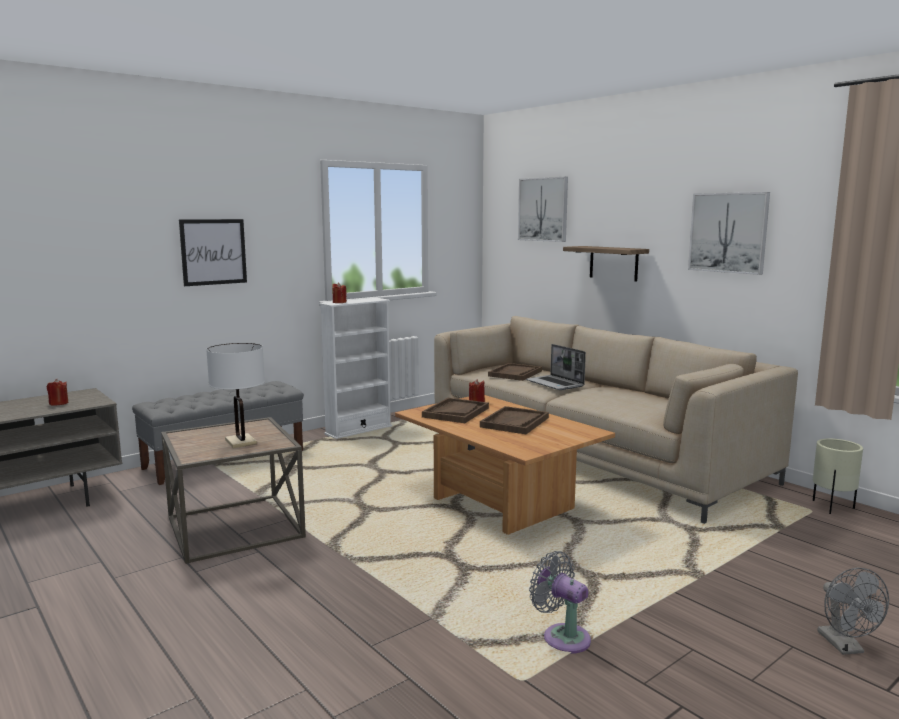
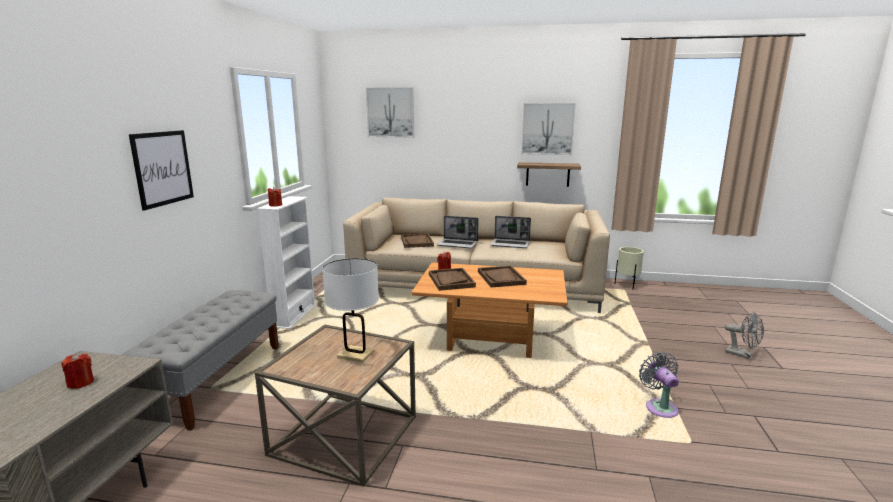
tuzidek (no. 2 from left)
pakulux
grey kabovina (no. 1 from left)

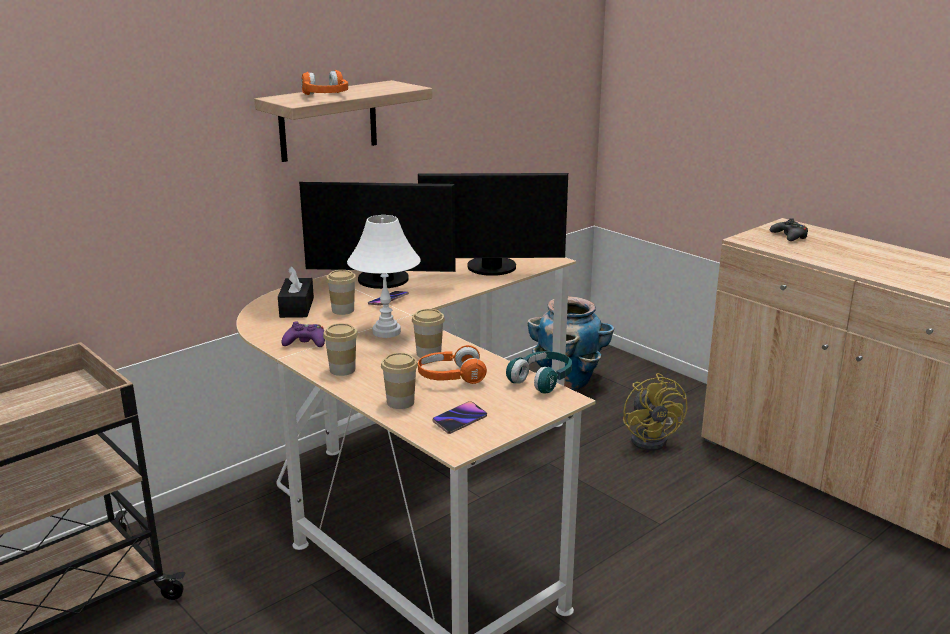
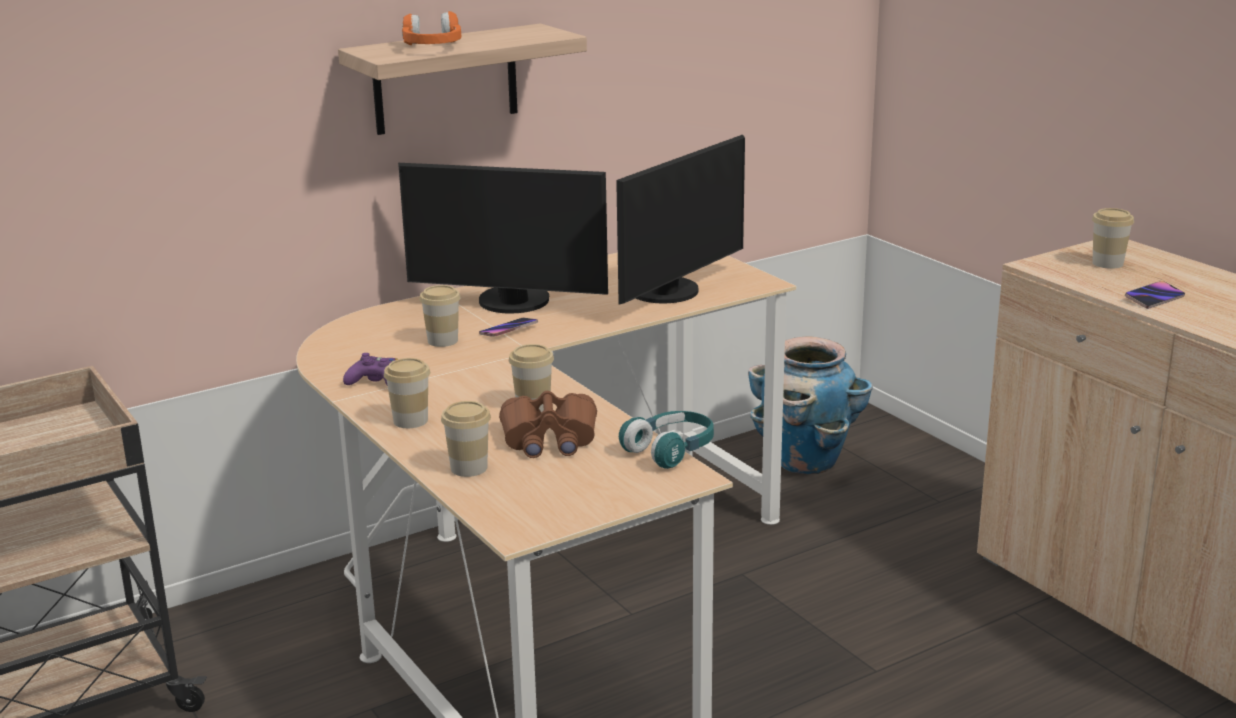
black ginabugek
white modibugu
yellow kabovina
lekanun (no. 2 from left)
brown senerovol
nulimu (no. 5 from left)
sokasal (no. 2 from left)

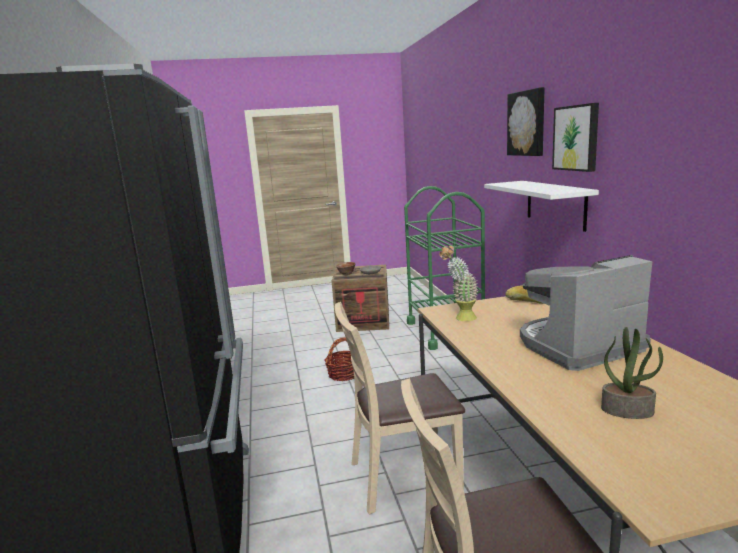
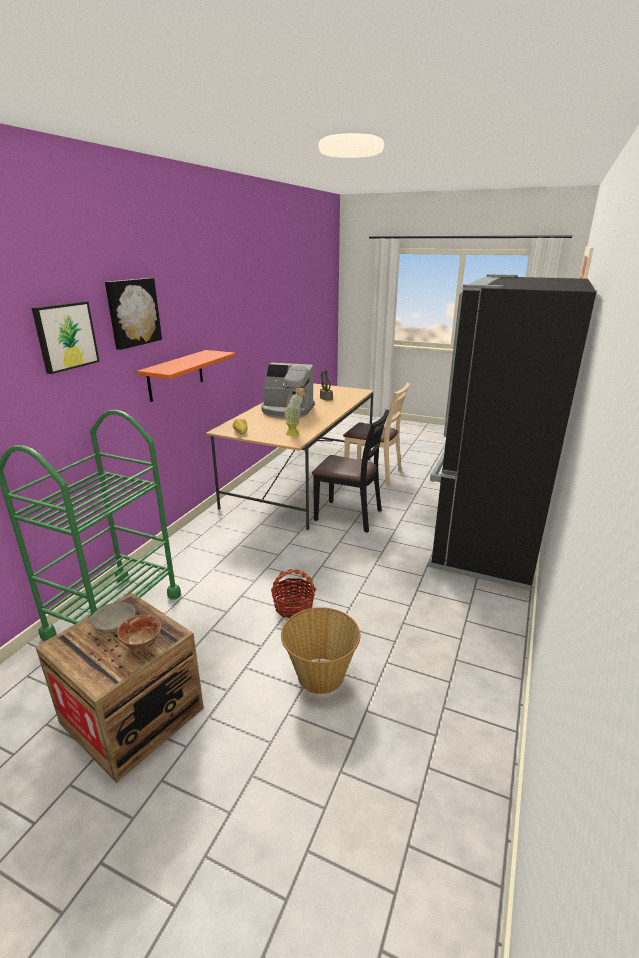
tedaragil (no. 2 from left)
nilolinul (no. 1 from left)
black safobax
orange pakulux

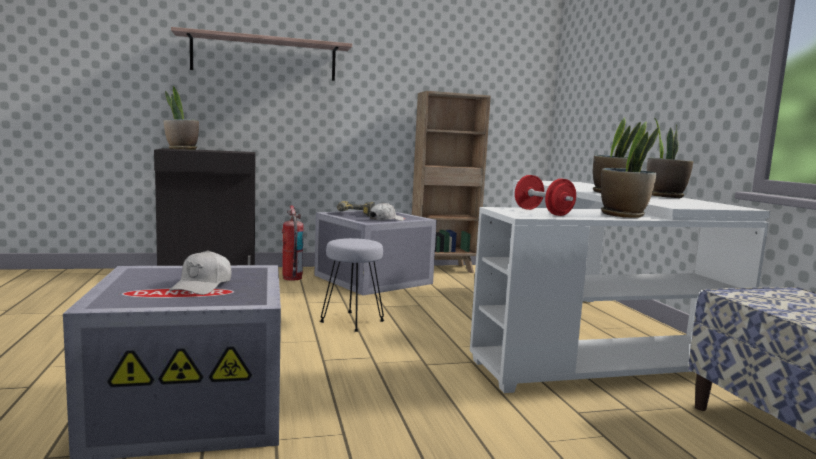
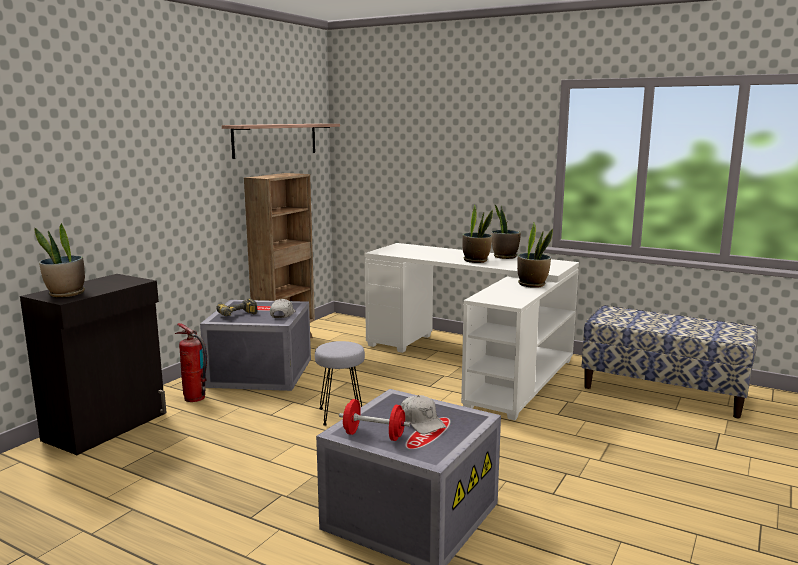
pakulux
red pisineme

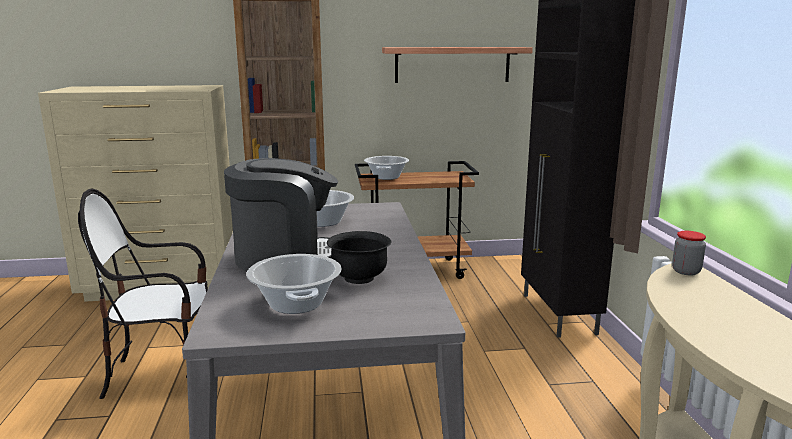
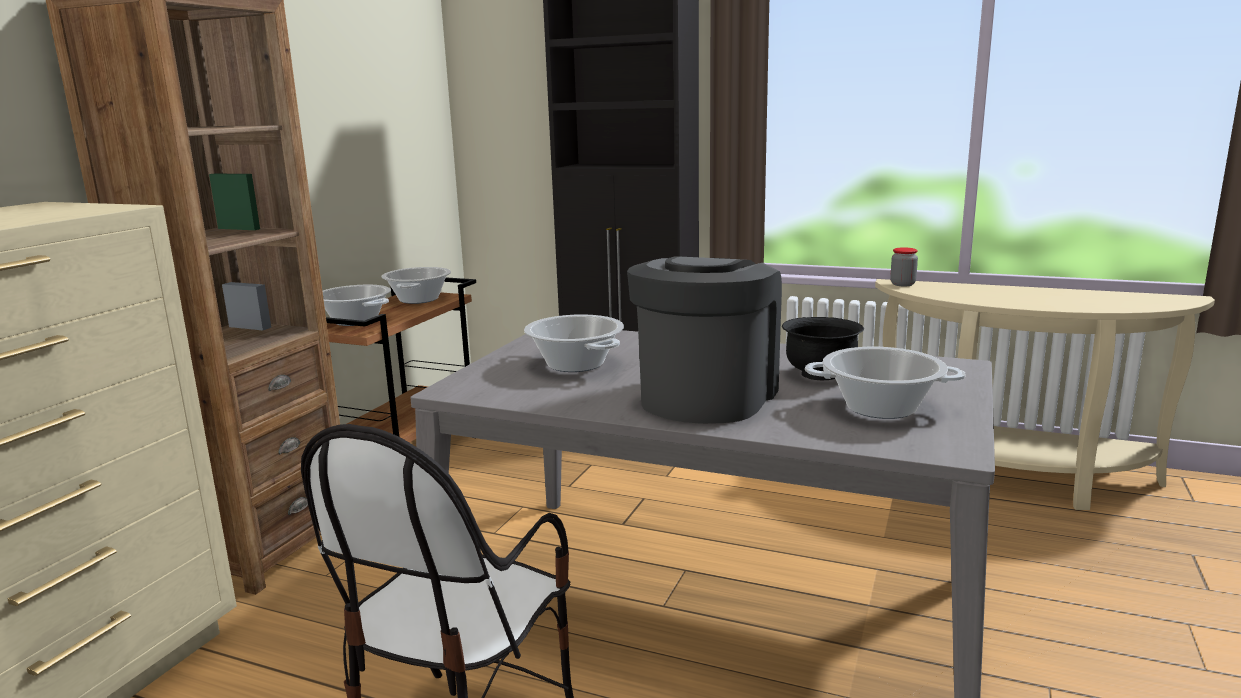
pakulux
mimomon (no. 2 from left)

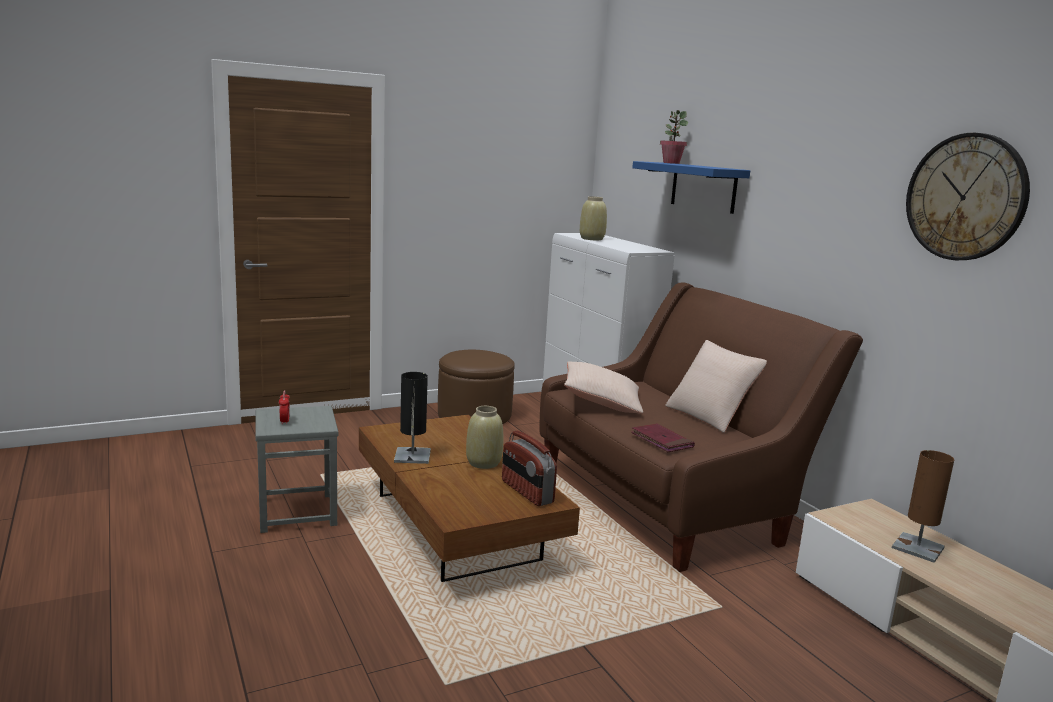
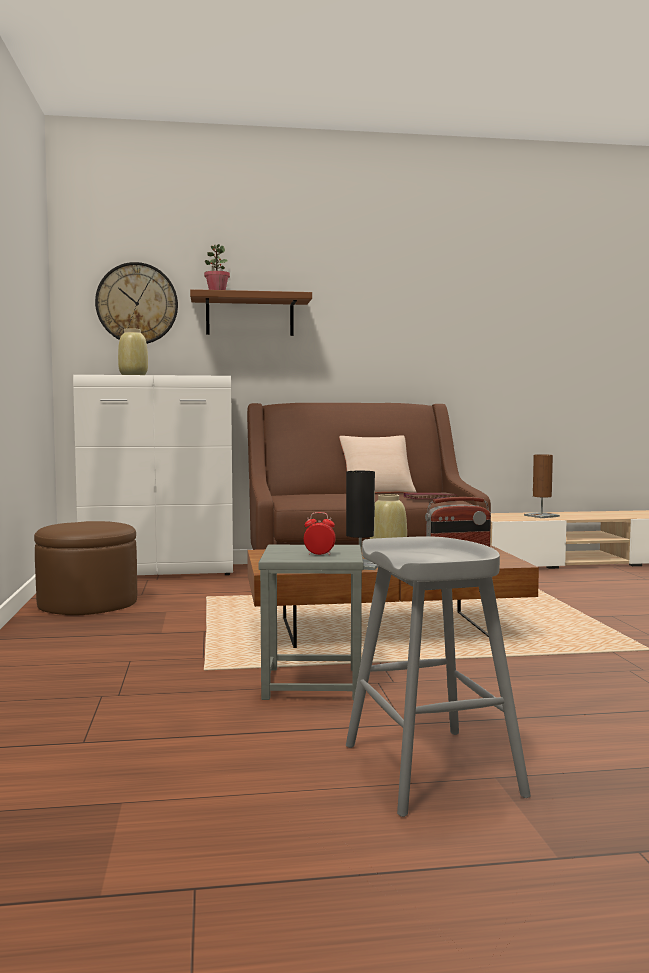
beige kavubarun (no. 1 from left in the first image)
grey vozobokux (no. 2 from left)
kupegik
brown pakulux

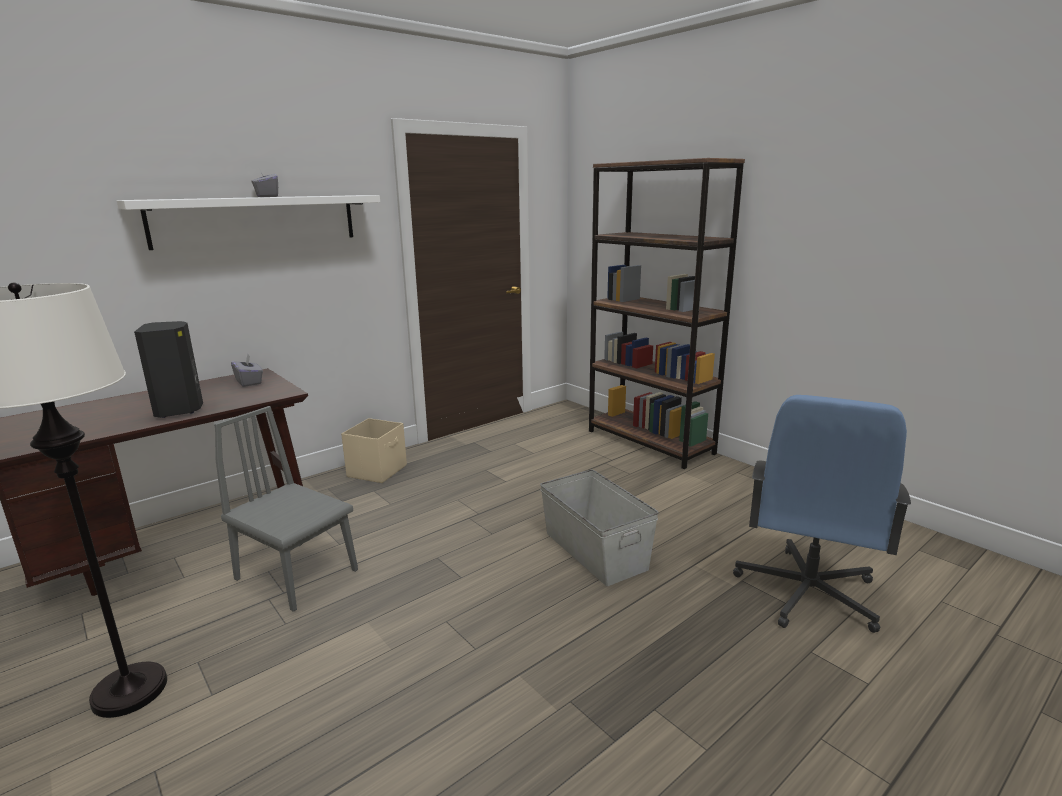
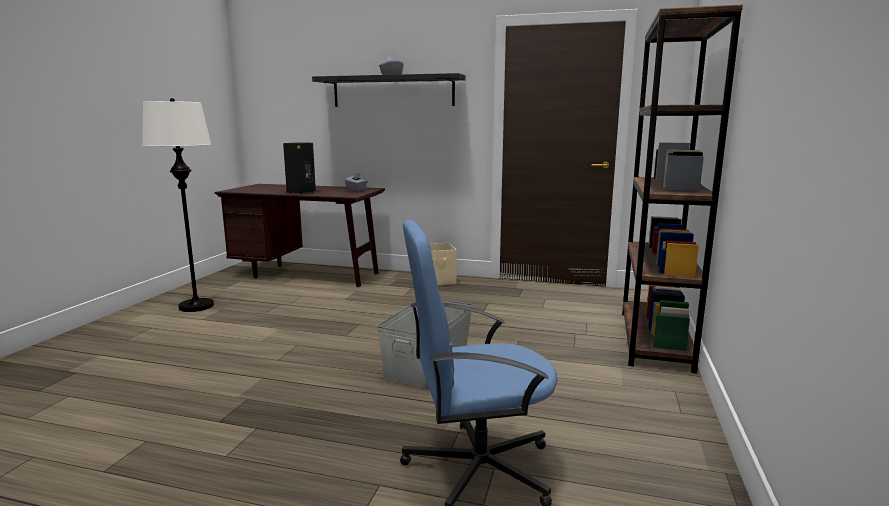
grey safobax
black pakulux

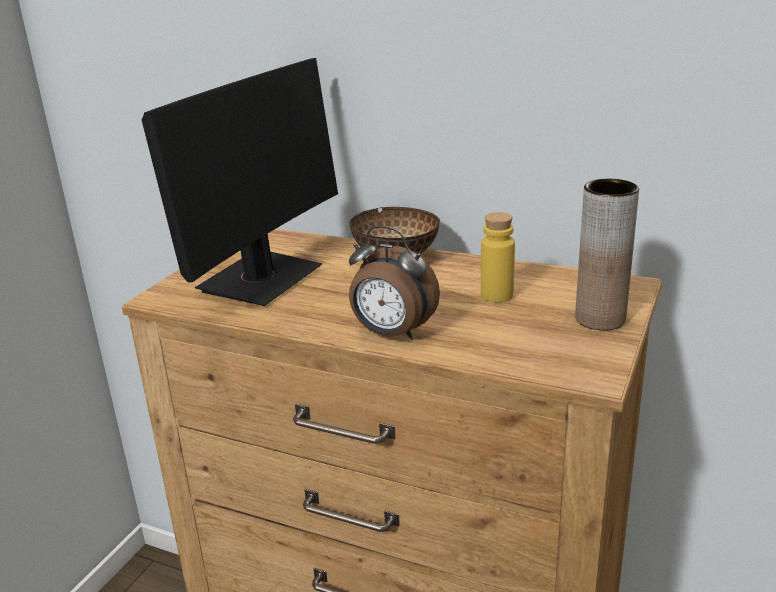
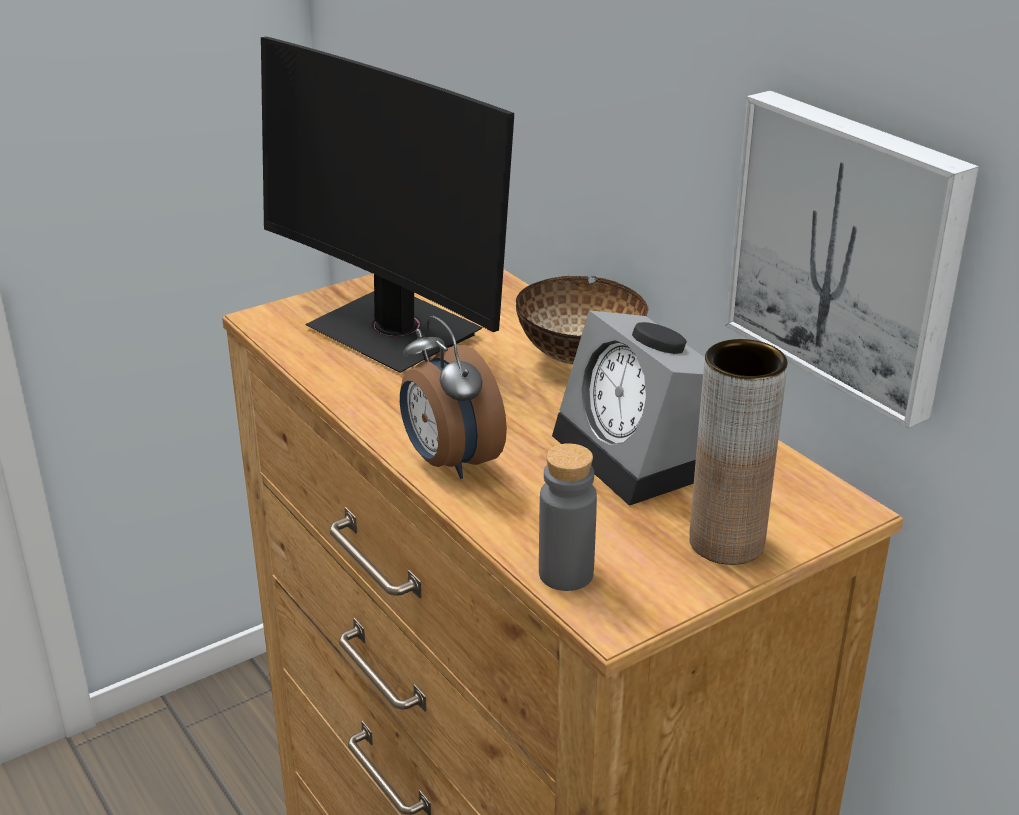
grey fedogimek
nilolinul
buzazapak (no. 2 from left)
sokasal

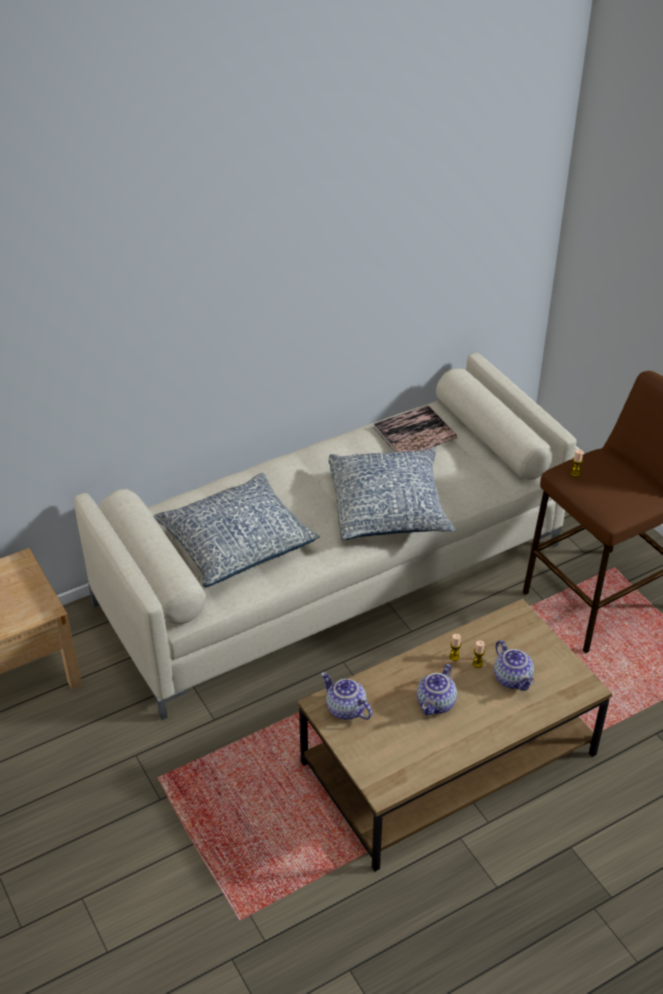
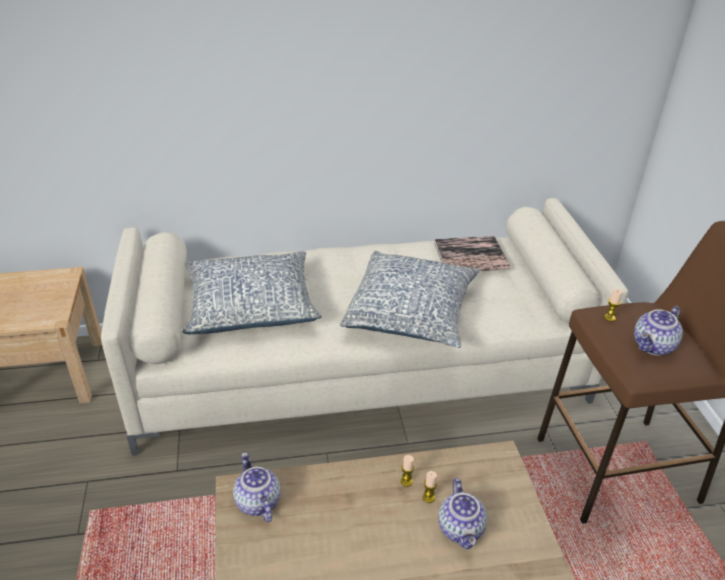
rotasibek (no. 3 from left)

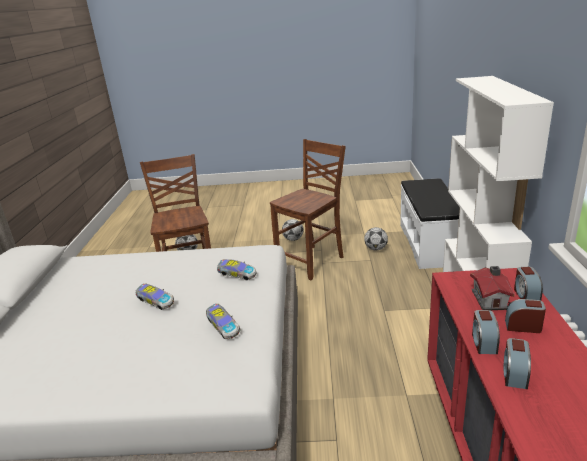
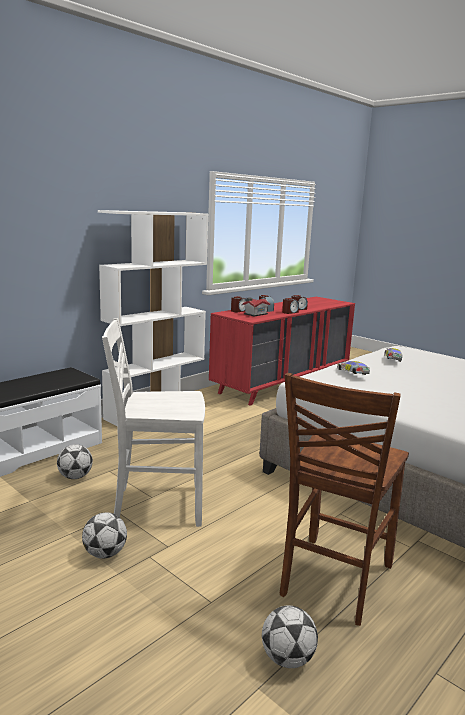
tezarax (no. 1 from left in the first image)
white safobax

